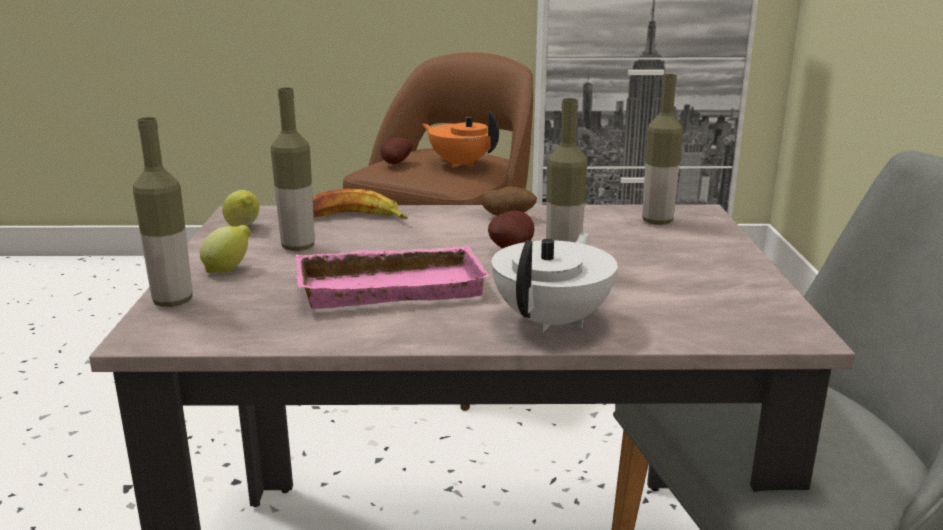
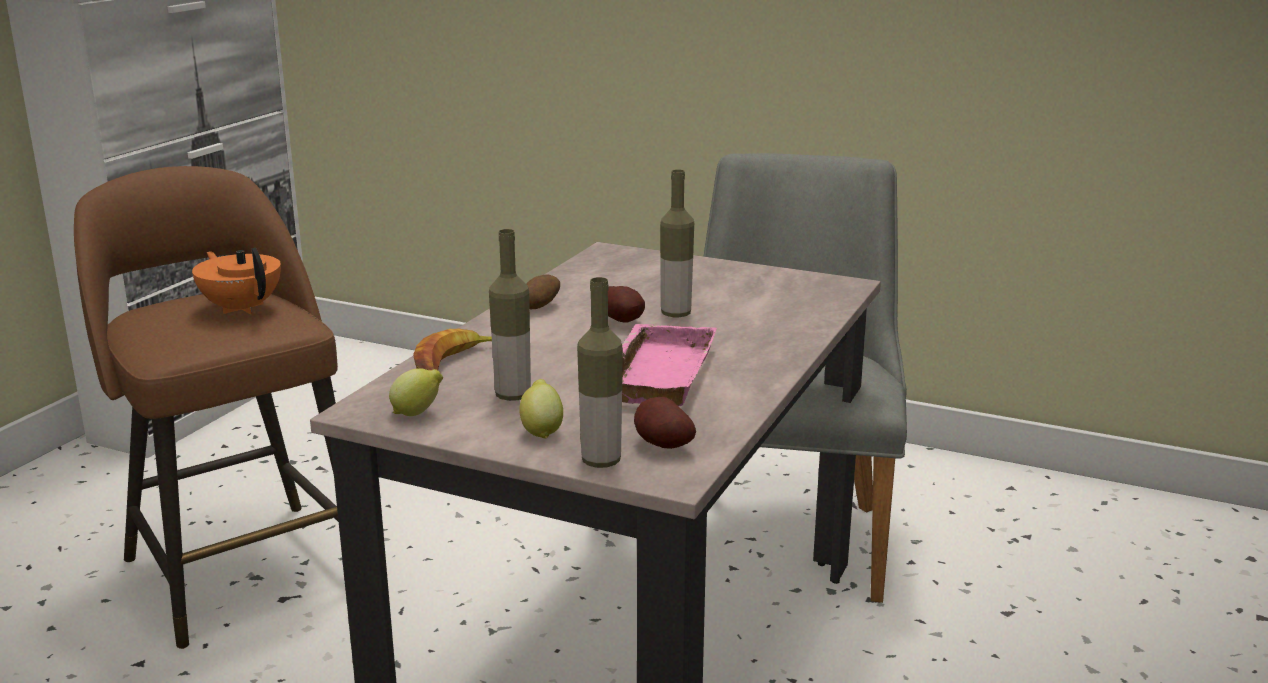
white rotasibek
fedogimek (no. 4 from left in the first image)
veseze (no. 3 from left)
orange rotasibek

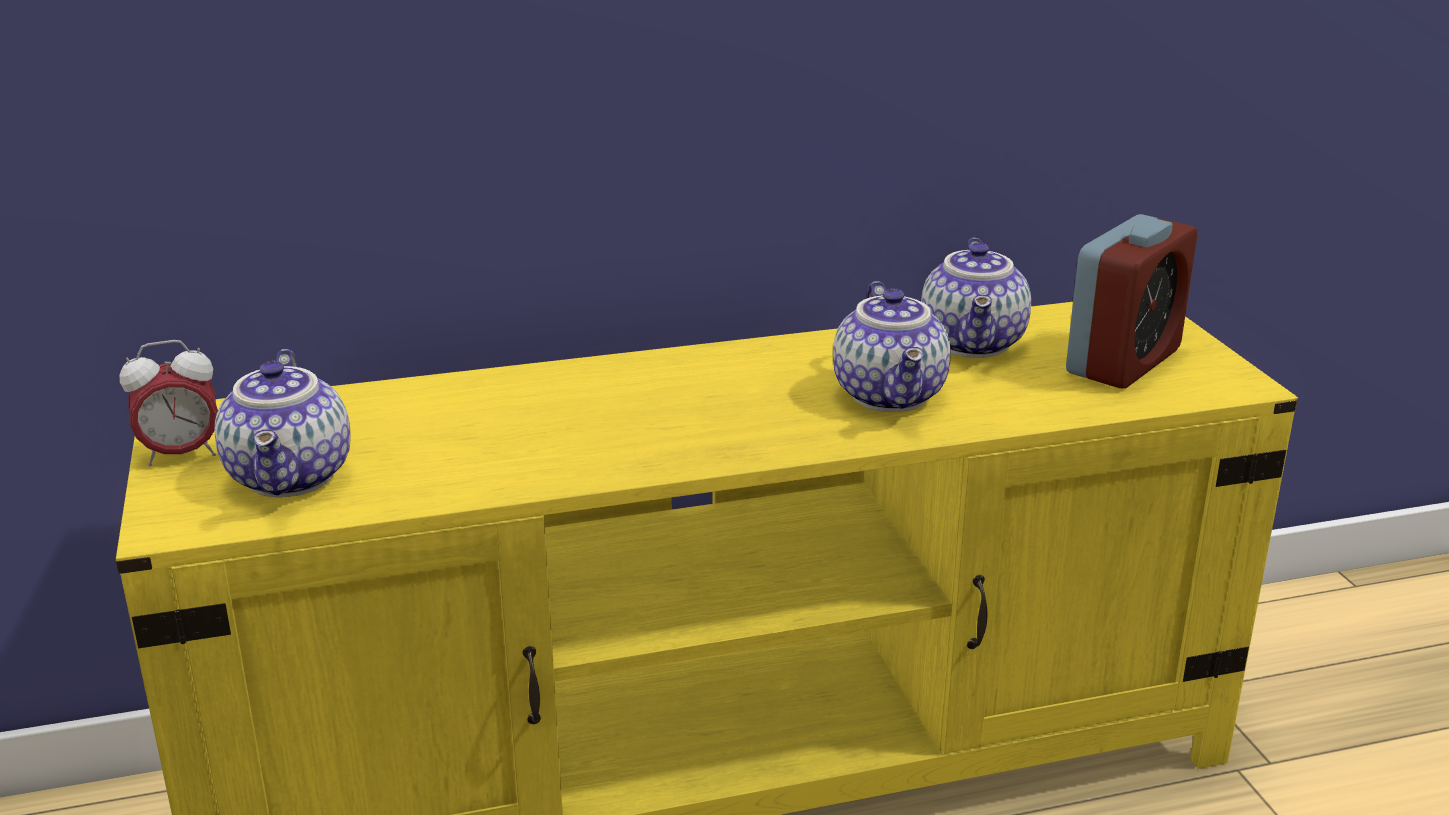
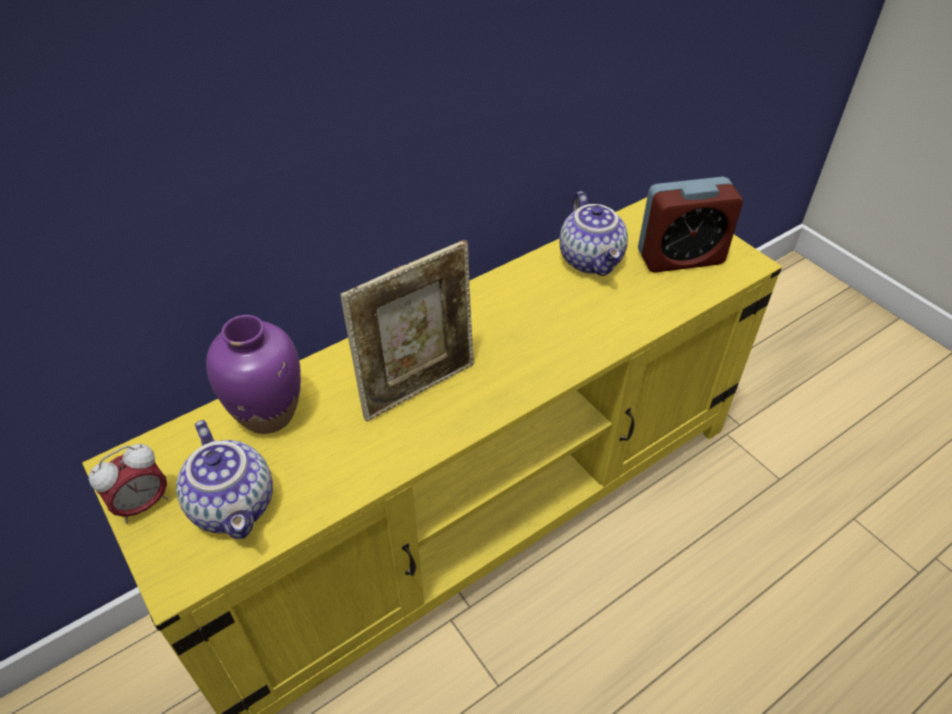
rotasibek (no. 2 from left in the first image)
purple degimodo
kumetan
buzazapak (no. 2 from left)

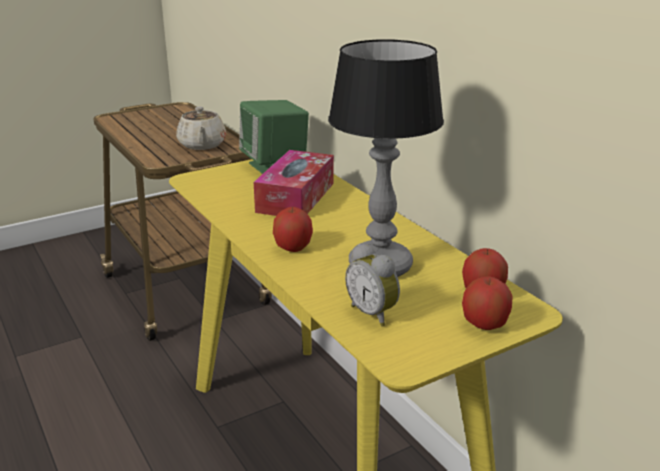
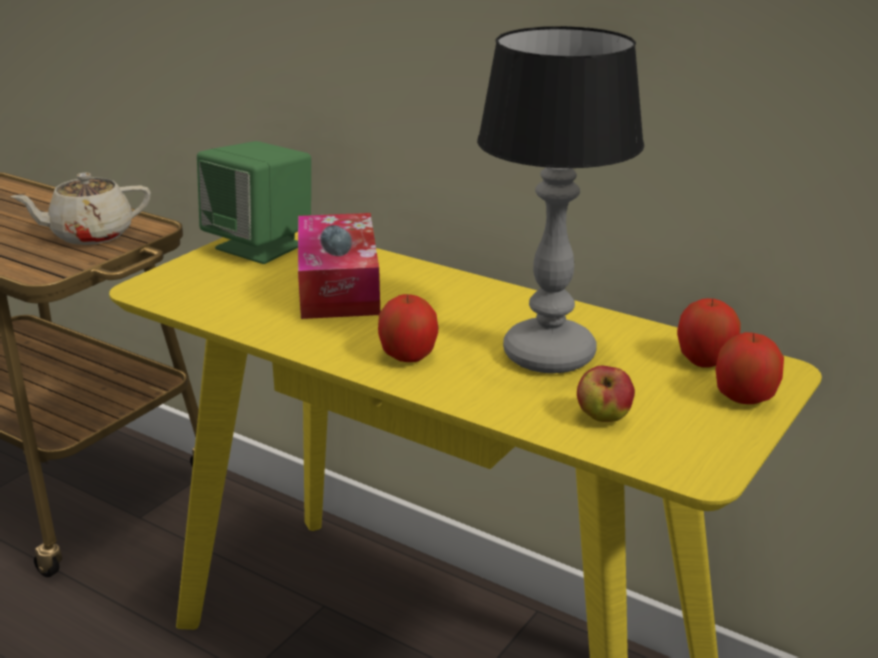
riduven (no. 2 from left)
beige rotasibek

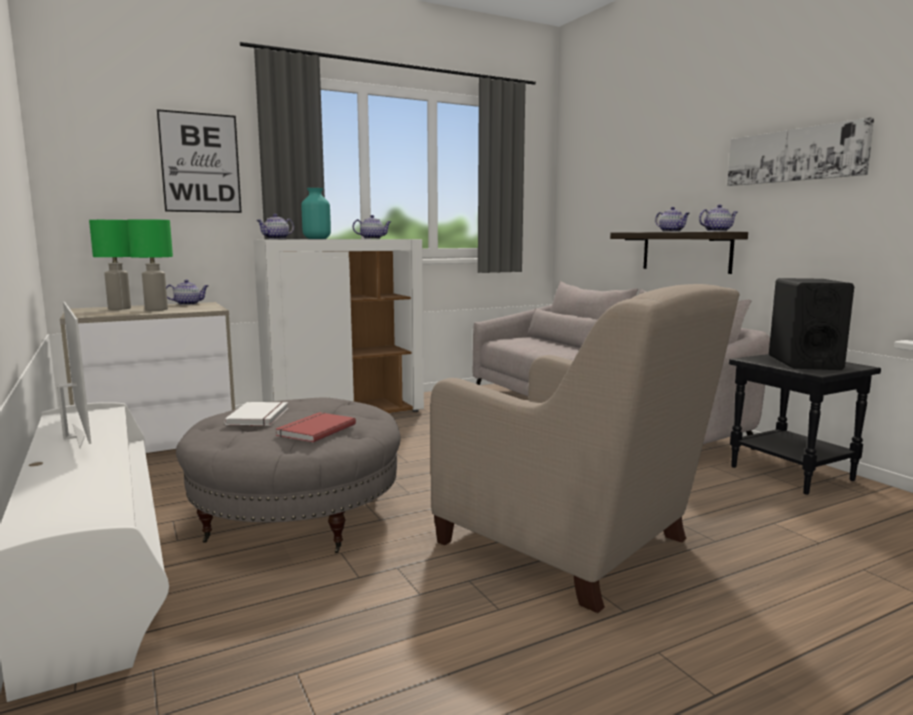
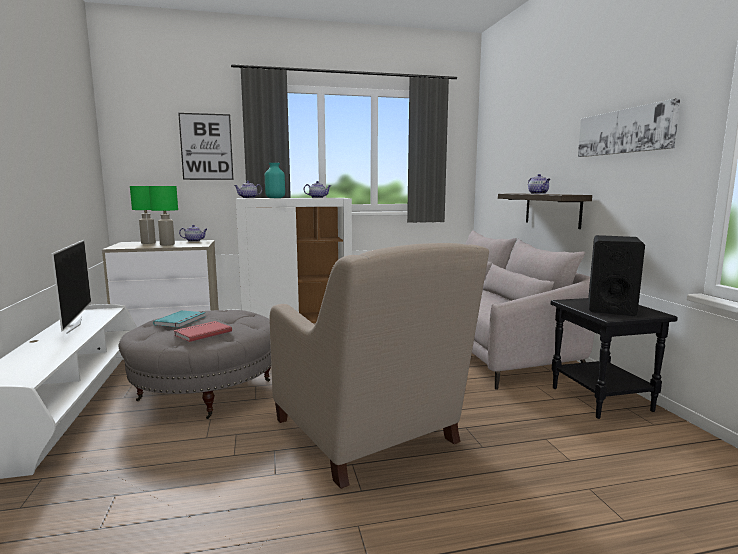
rotasibek (no. 5 from left in the first image)
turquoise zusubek

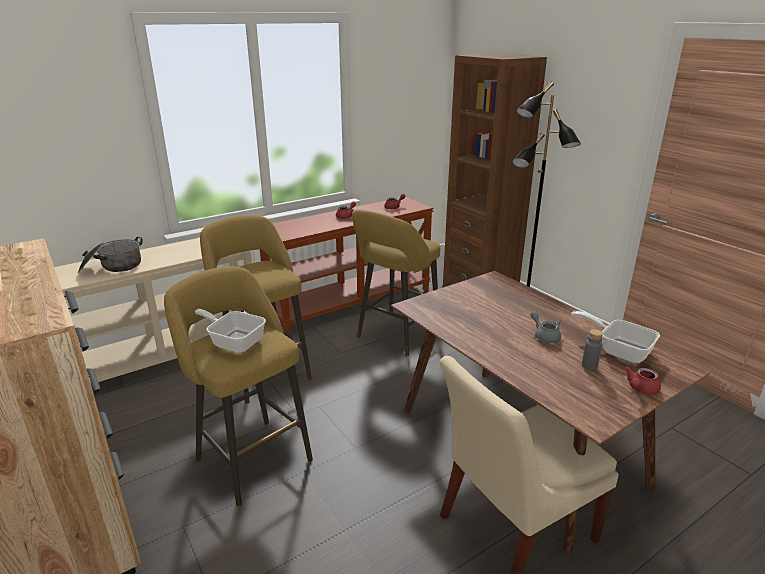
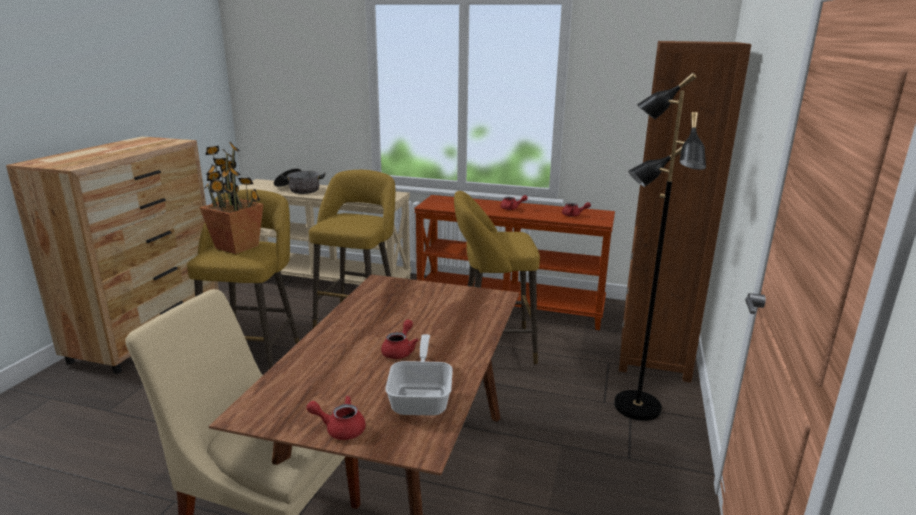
grey fedogimek
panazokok
red rotasibek (no. 2 from left)

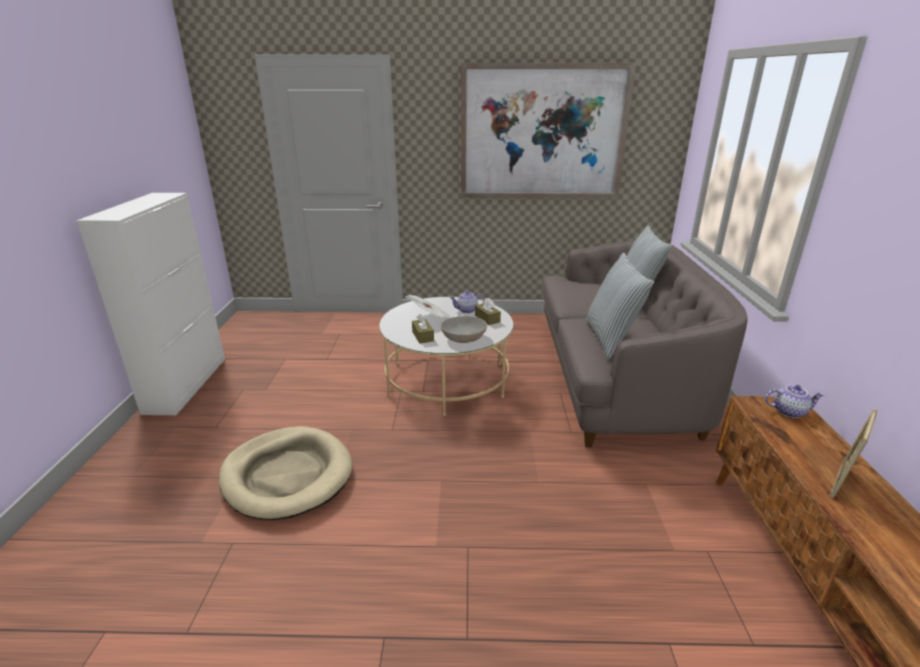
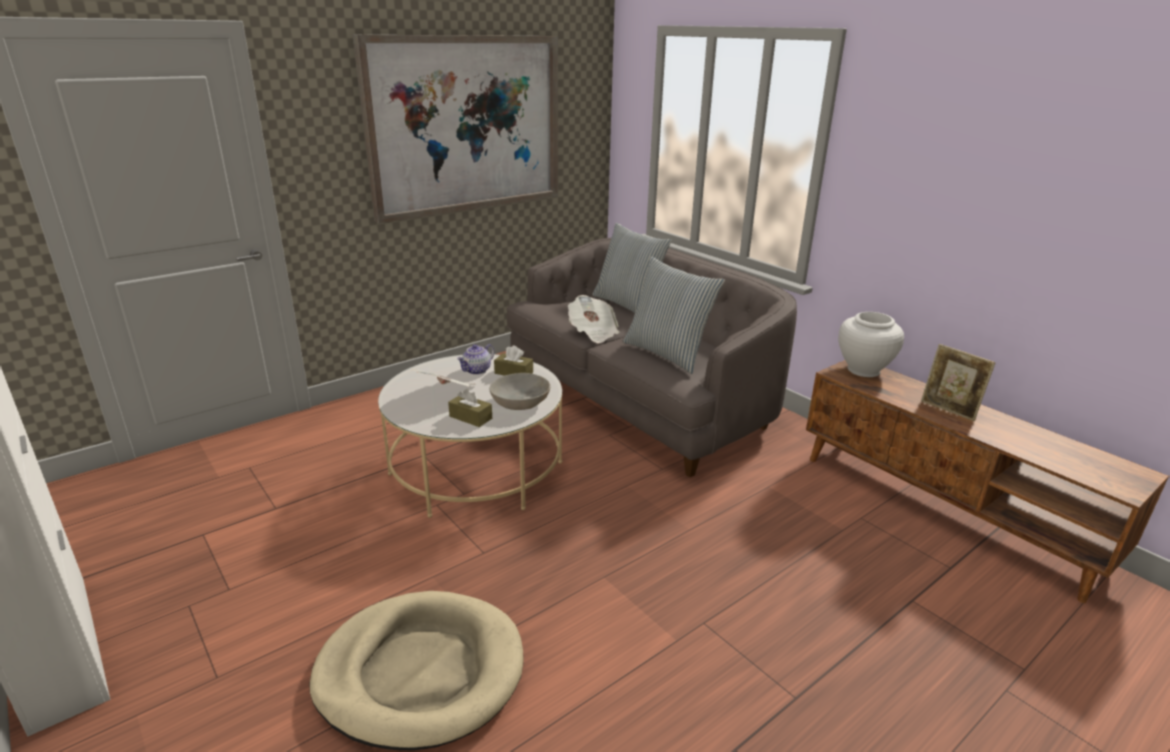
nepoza (no. 2 from left)
white degimodo
kumetan

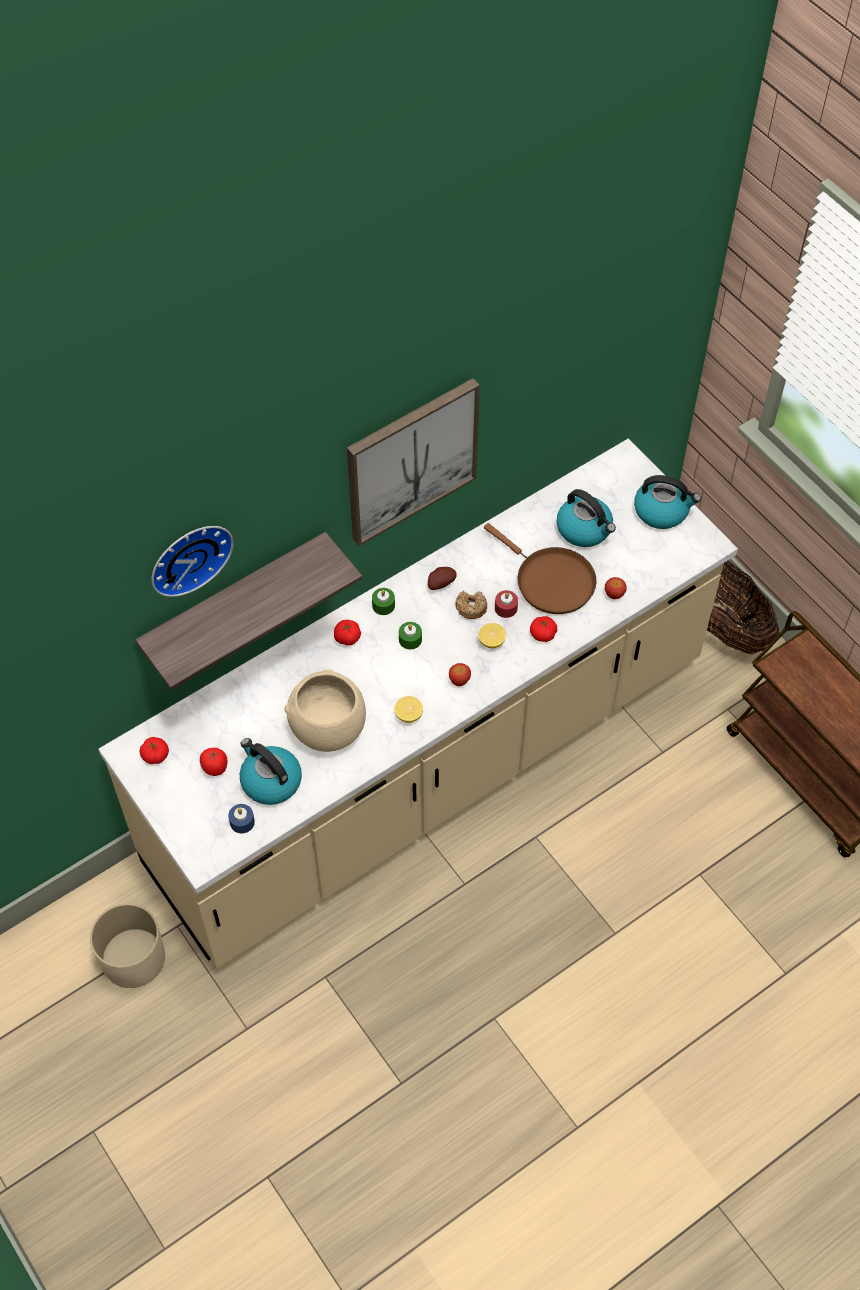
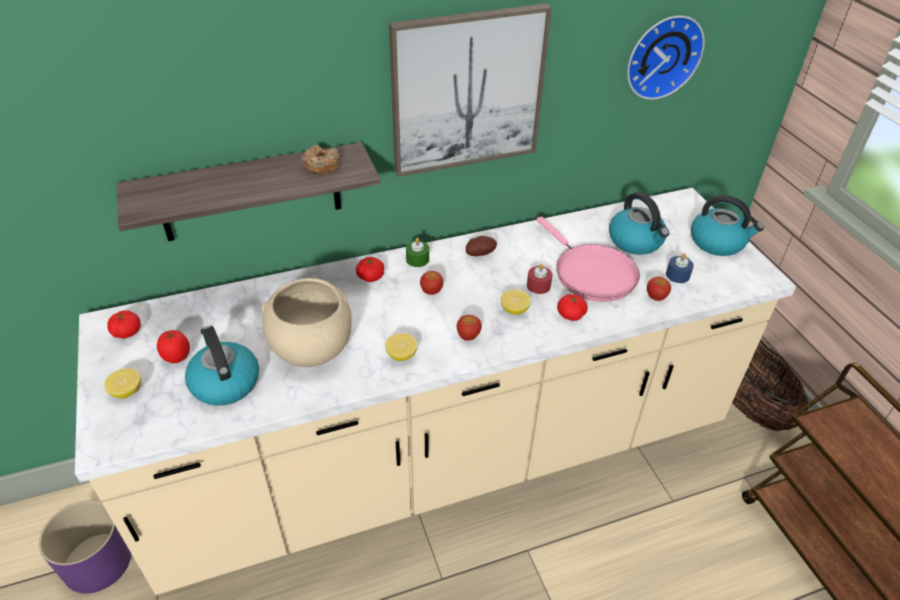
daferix (no. 1 from left)
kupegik
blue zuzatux
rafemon
riduven (no. 1 from left)
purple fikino
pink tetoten

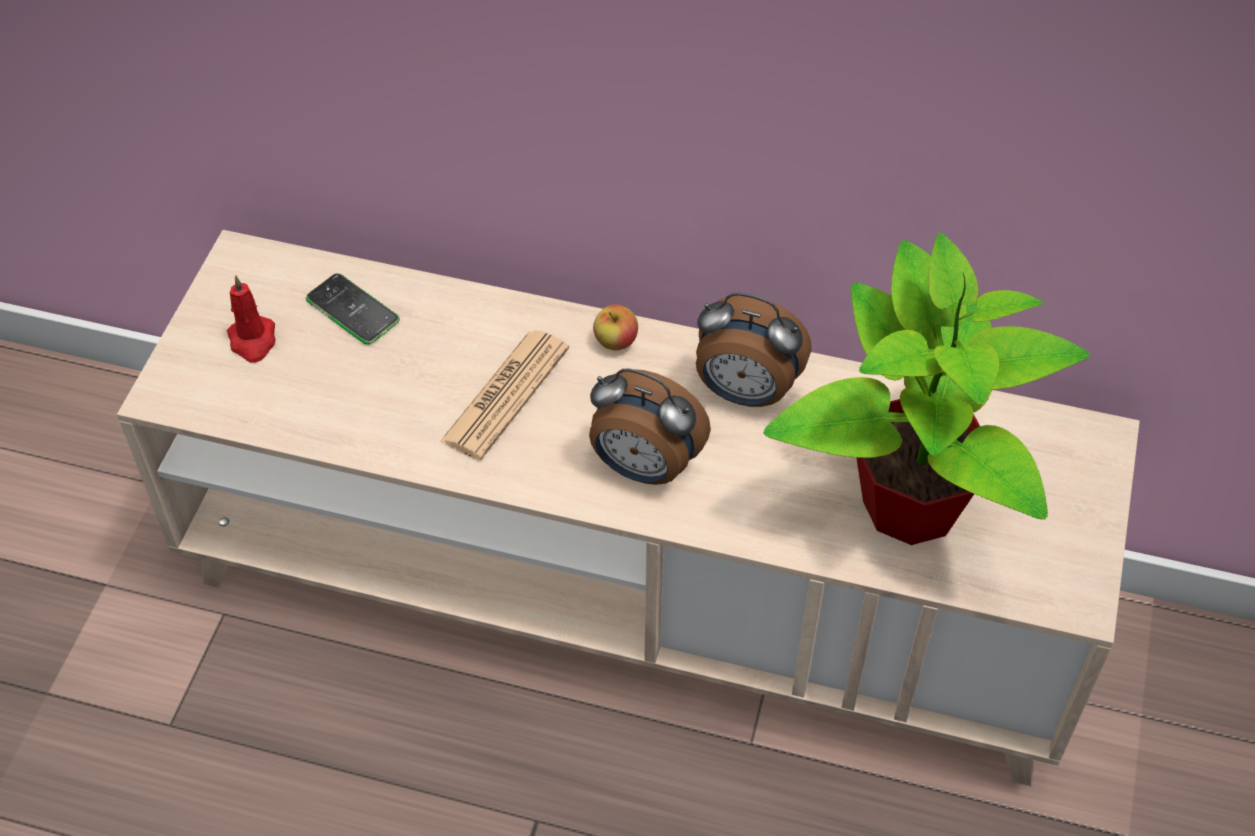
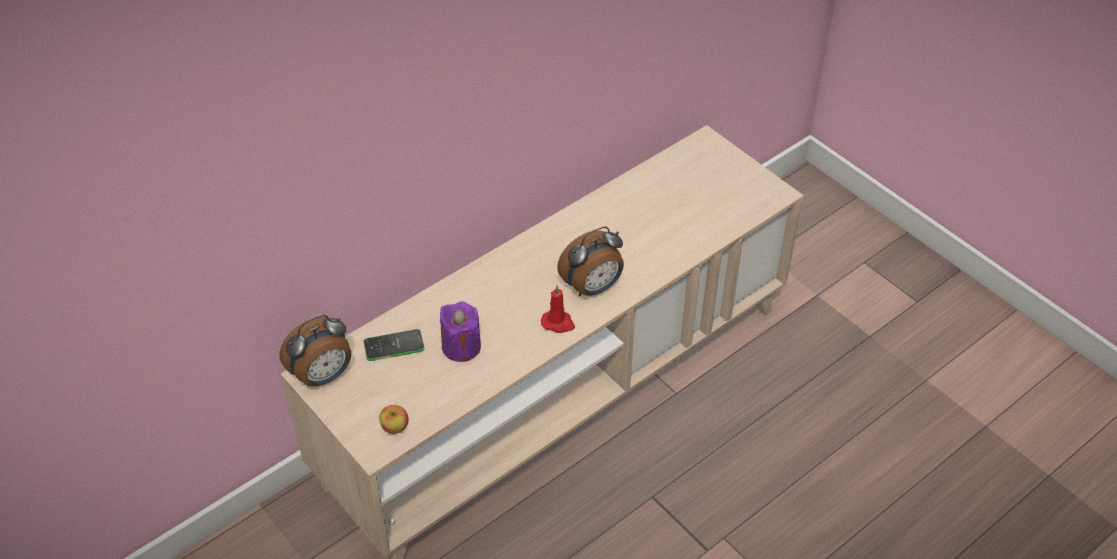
nepoza
panazokok
purple zuzatux
red zuzatux
riduven
buzazapak (no. 1 from left)

